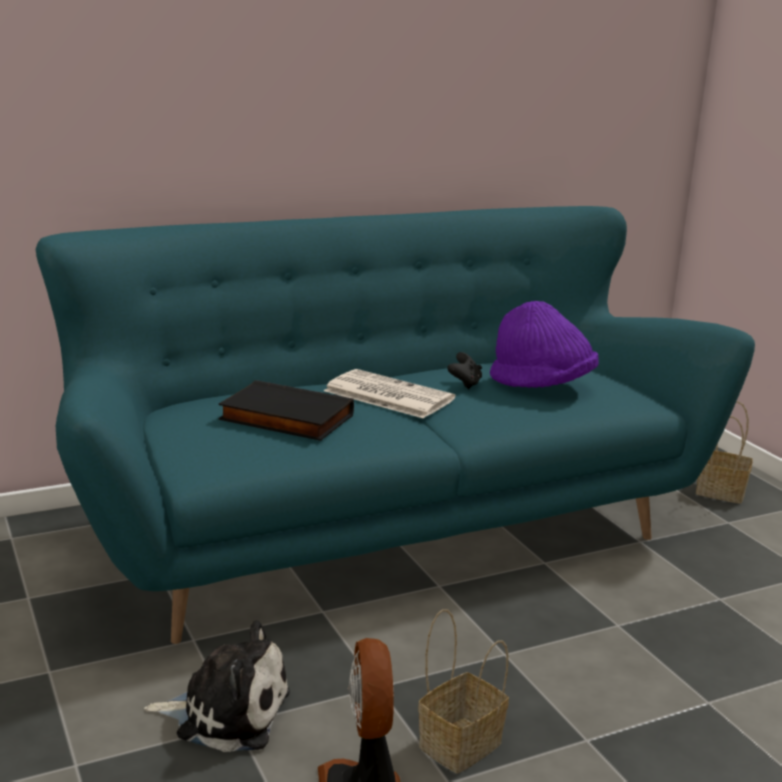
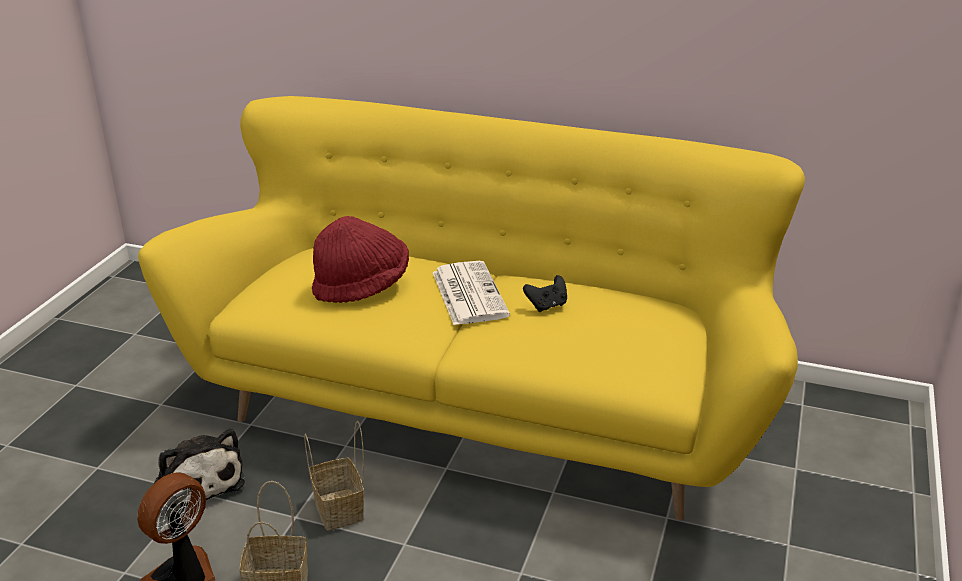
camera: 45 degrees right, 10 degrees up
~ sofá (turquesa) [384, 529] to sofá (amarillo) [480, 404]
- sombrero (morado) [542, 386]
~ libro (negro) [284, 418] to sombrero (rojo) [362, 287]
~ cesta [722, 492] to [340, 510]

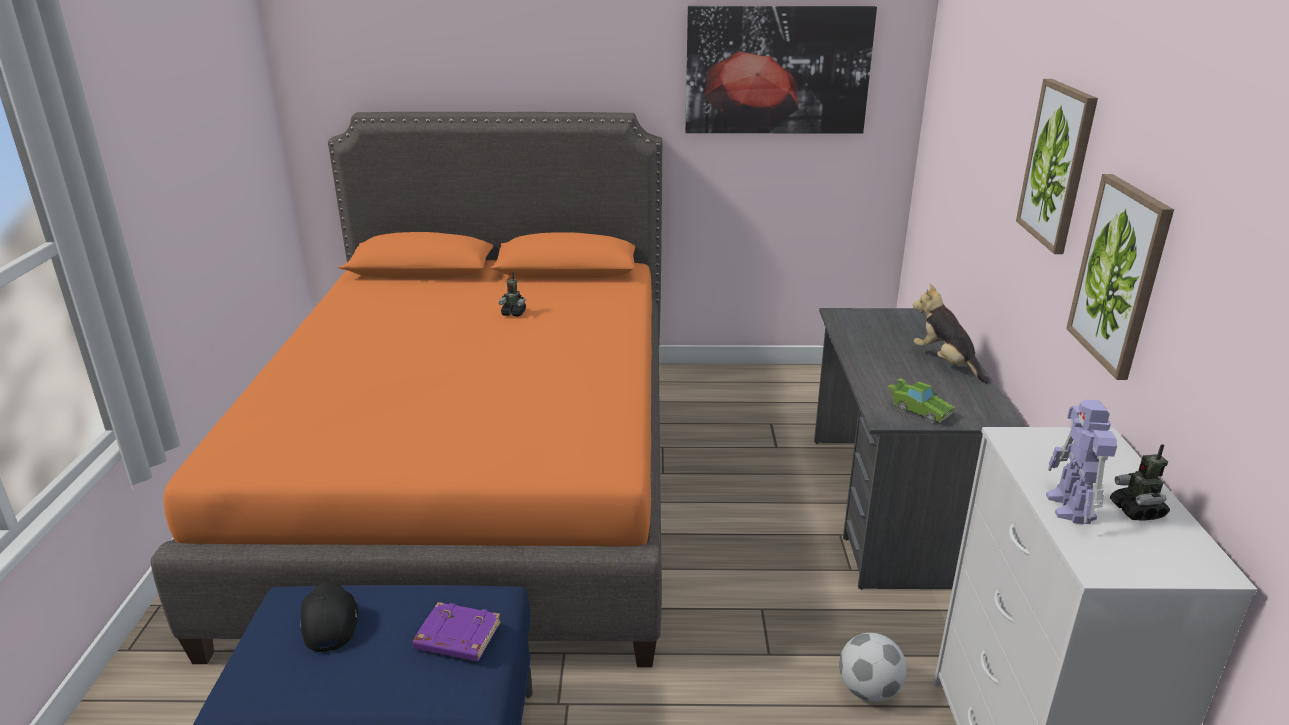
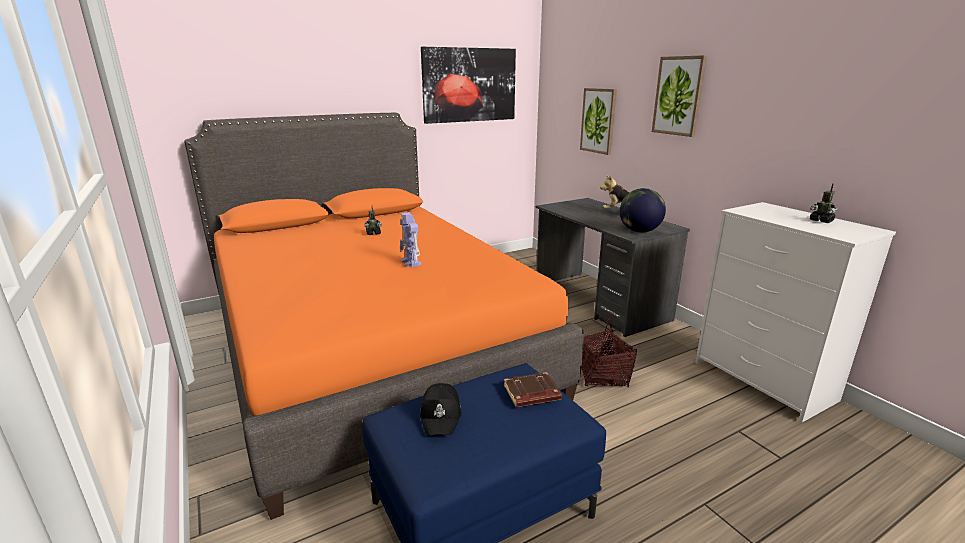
camera: 30 degrees left, 5 degrees down
~ cuadro [1120, 275] to [598, 120]
~ coche de juguete (verde) [918, 411] to globo terráqueo [639, 231]
~ robot de juguete [1071, 508] to [411, 263]
~ gorra (negro) [329, 622] = [441, 415] 135 degrees counterclockwise
~ libro (morado) [456, 638] to libro (marrón) [531, 394]
- balón de fútbol [869, 690]
+ cesta [602, 375]

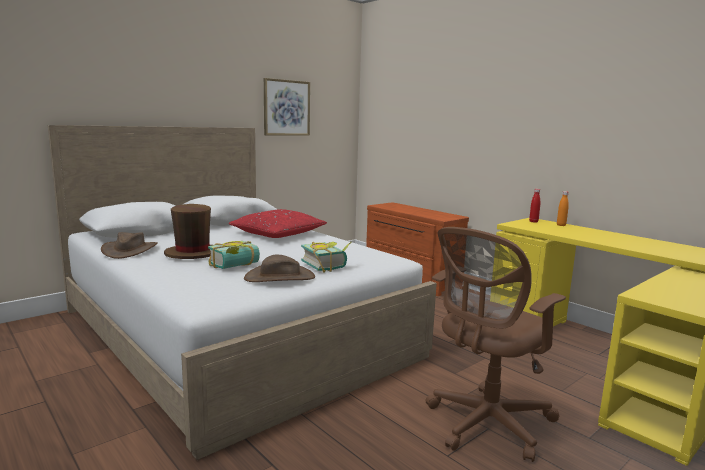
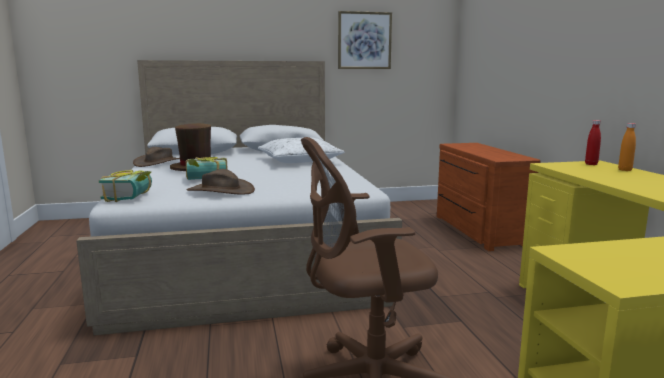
camera: 30 degrees right, 0 degrees up
~ cojín (rojo) [278, 234] to cojín (blanco) [299, 160]
~ libro [327, 266] to [133, 197]

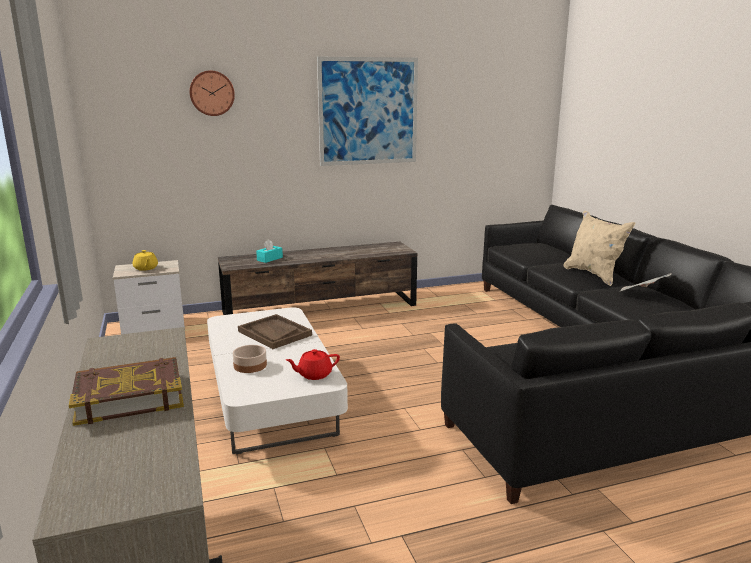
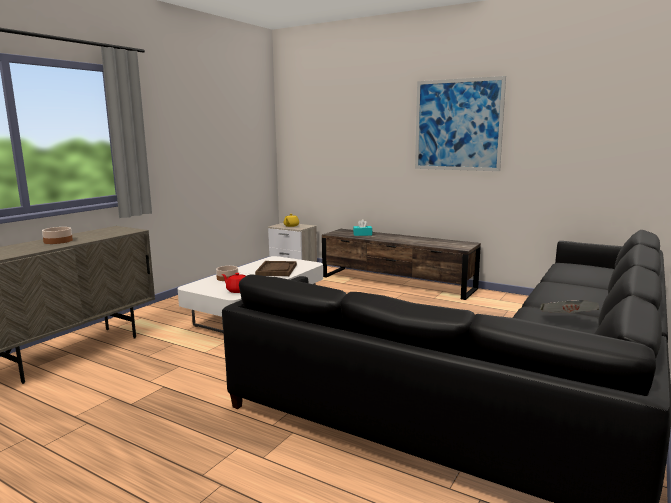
camera: 50 degrees right, 5 degrees down
- reloj de pared [211, 93]
- cojín (beis) [593, 275]
~ libro [129, 397] to cuenco [58, 241]

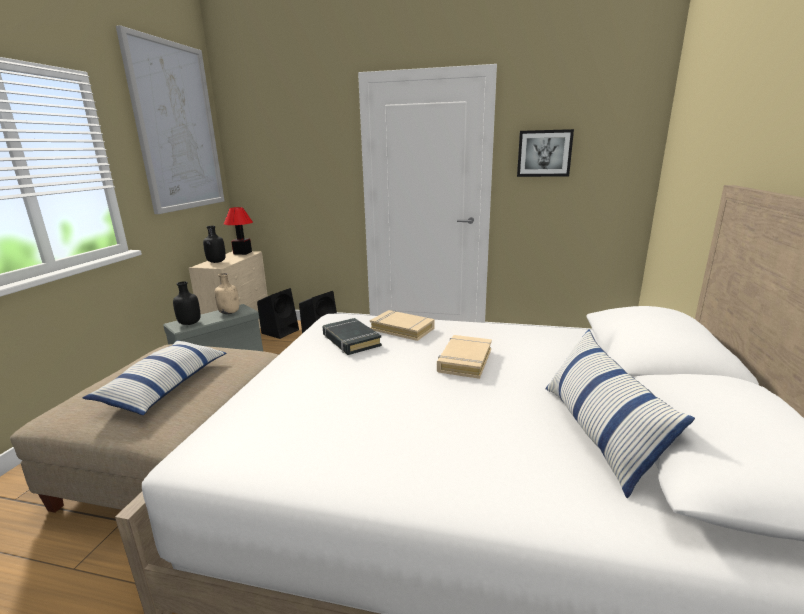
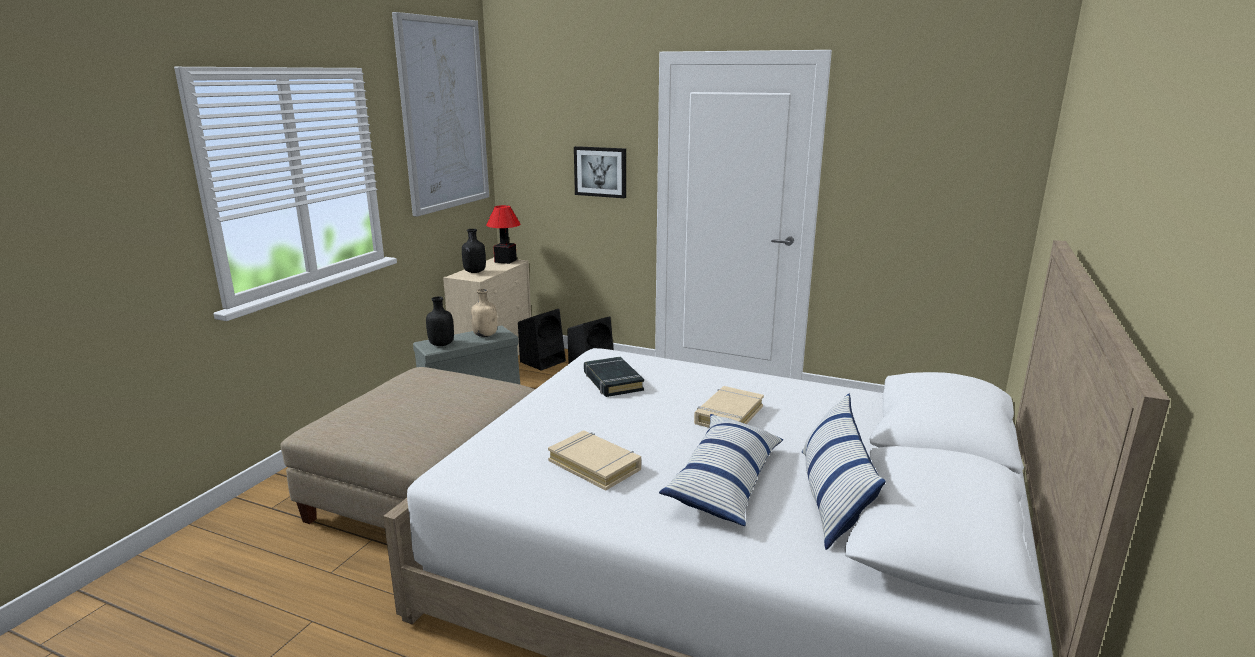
camera: 10 degrees right, 0 degrees up
~ cuadro [544, 153] to [600, 171]
~ libro (beis) [402, 329] to [595, 465]
~ cojín [165, 386] to [725, 481]

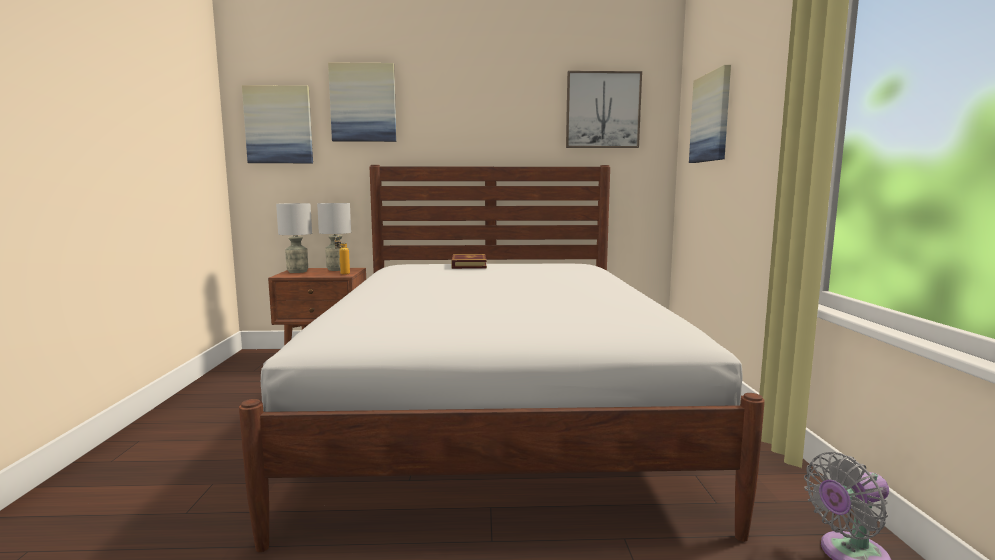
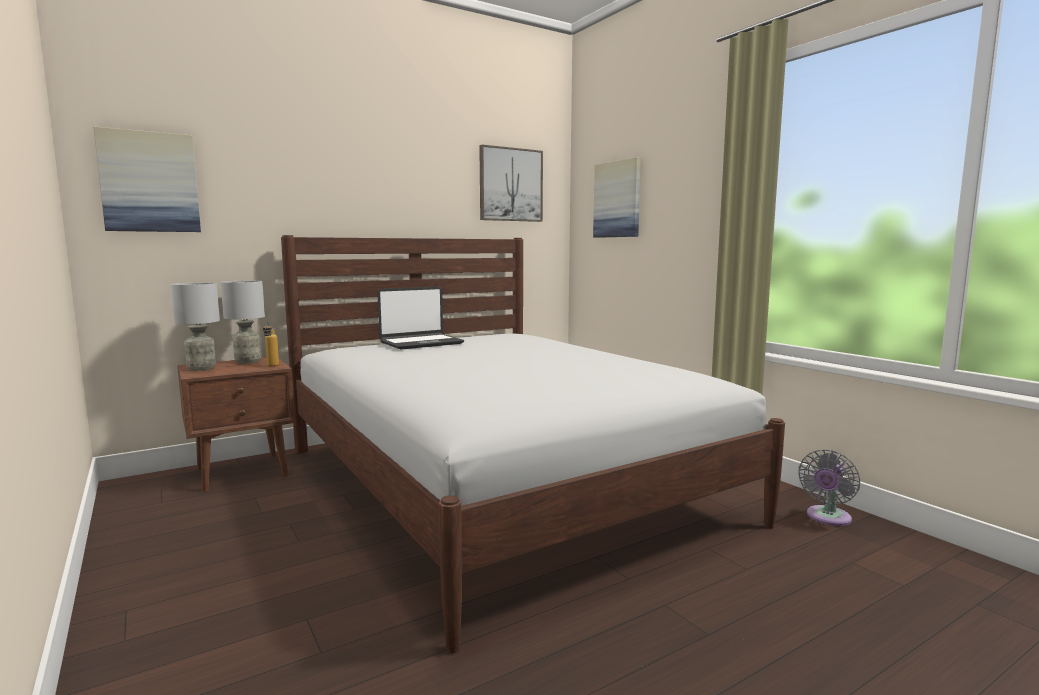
camera: 30 degrees left, 0 degrees up
- cuadro [363, 103]
~ libro [469, 265] to portátil [421, 343]

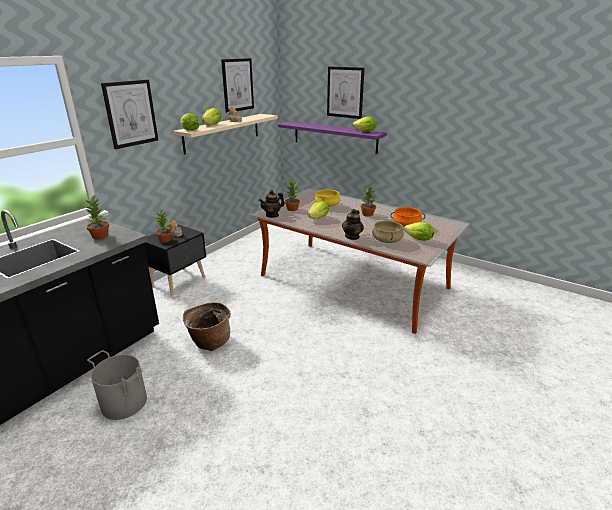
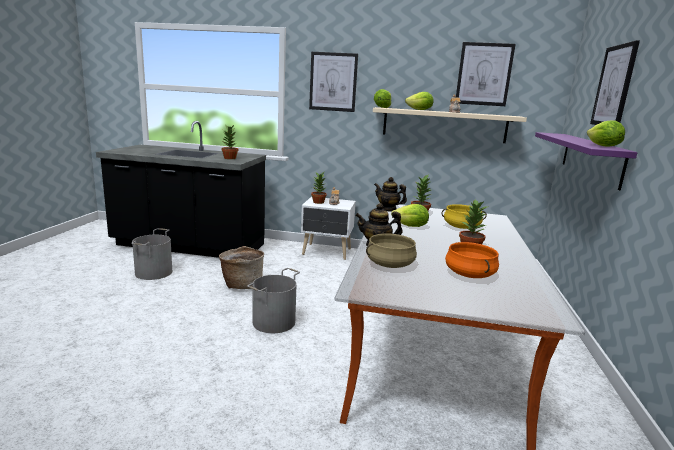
camera: 65 degrees right, 10 degrees down
- lechuga [419, 239]
~ mesita de noche (negro) [179, 281] to mesita de noche (blanco) [327, 252]
+ cubo (gris) [274, 322]

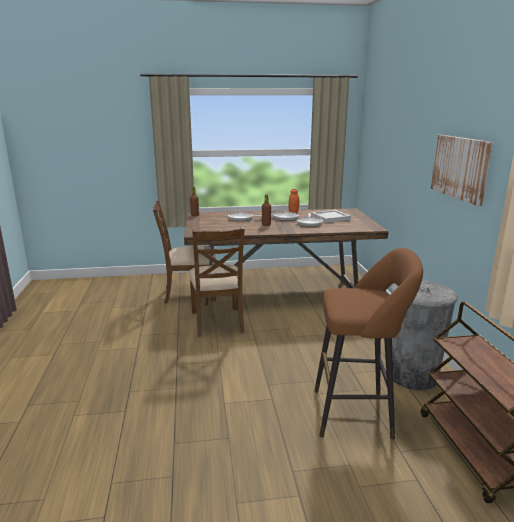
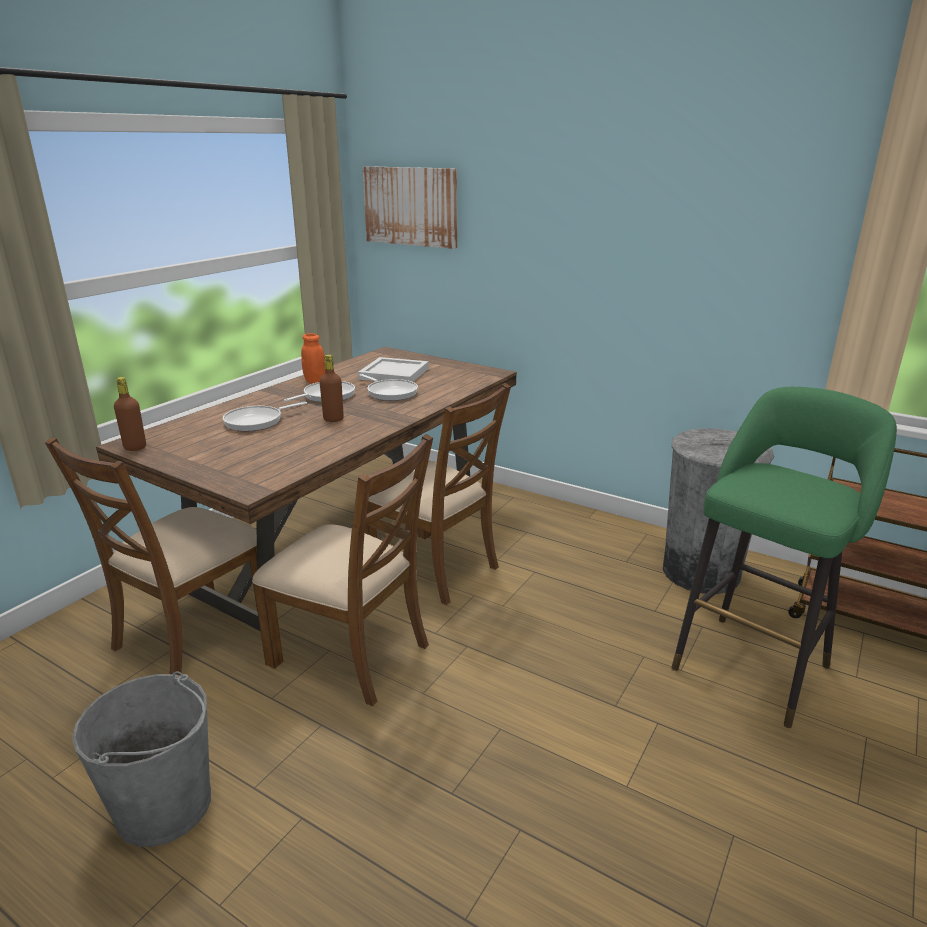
camera: 50 degrees left, 5 degrees up
~ cuadro [460, 167] to [411, 206]
~ taburete (marrón) [357, 413] to taburete (verde) [754, 663]
+ silla (marrón) [434, 567]
+ cubo (gris) [165, 806]

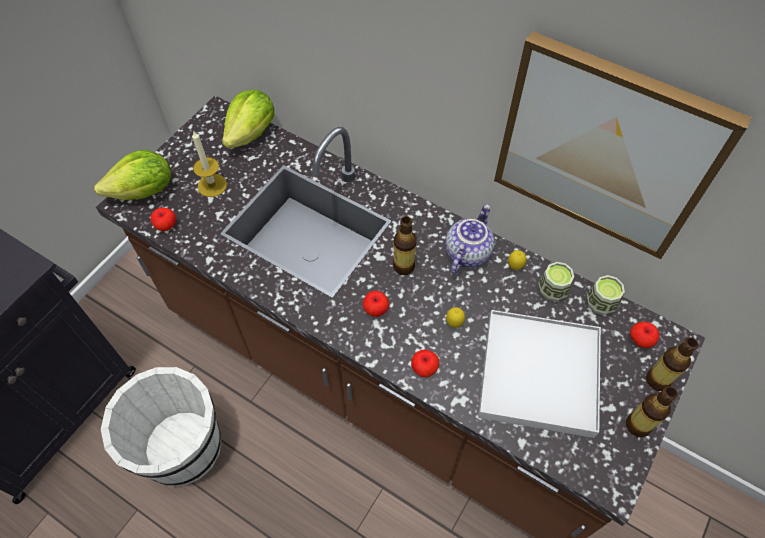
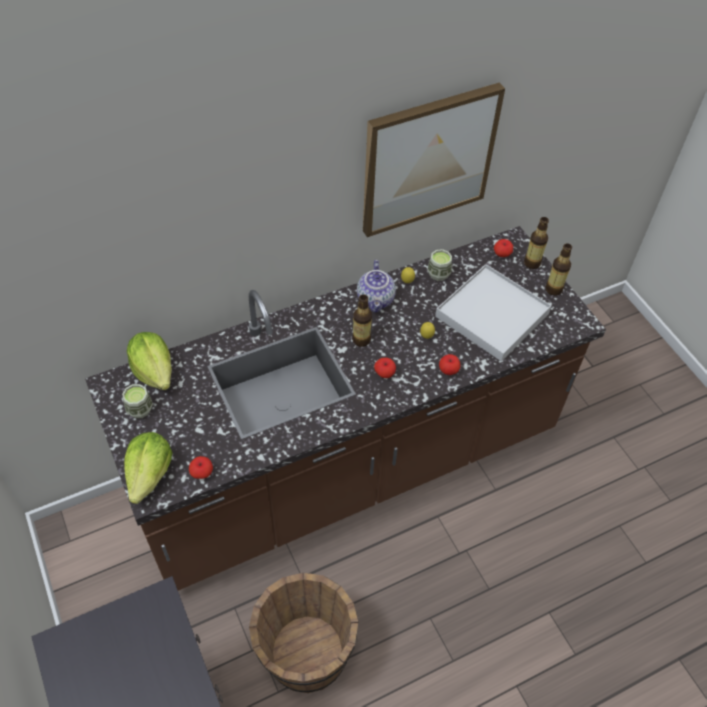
camera: 60 degrees left, 5 degrees down
- vela [212, 185]
~ tetera [466, 252] = [376, 300] 150 degrees counterclockwise
~ taza [600, 304] to [140, 409]
~ cubo (blanco) [181, 447] to cubo (marrón) [306, 654]

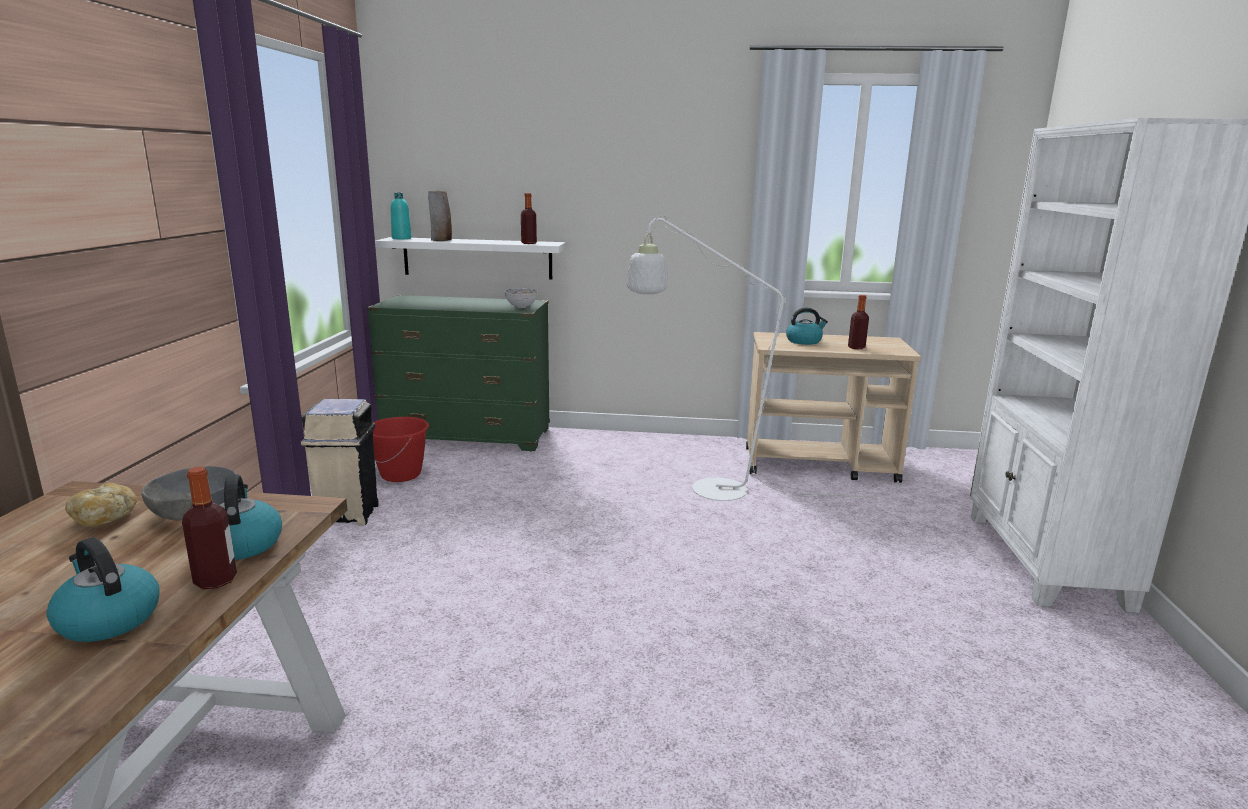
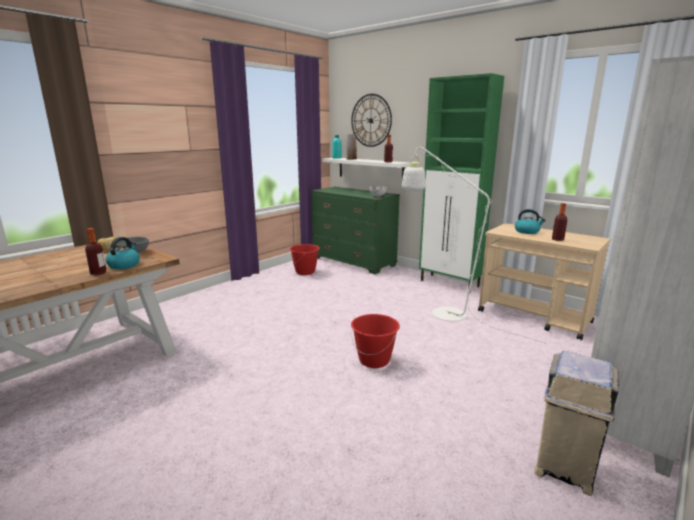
camera: 35 degrees right, 0 degrees up
~ papelera (beis) [348, 514] to [565, 467]
- hervidor [107, 619]
+ armario (verde) [450, 284]
+ reloj de pared [371, 120]
+ cubo (rojo) [374, 360]

